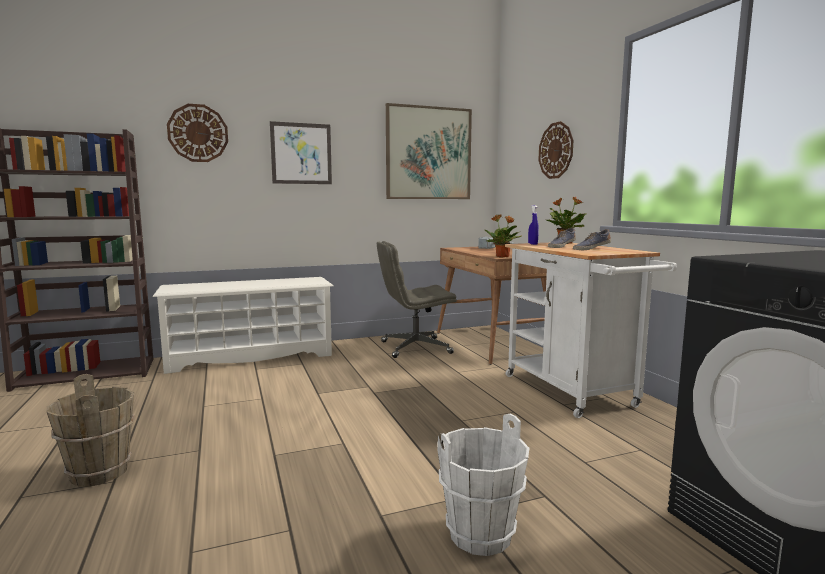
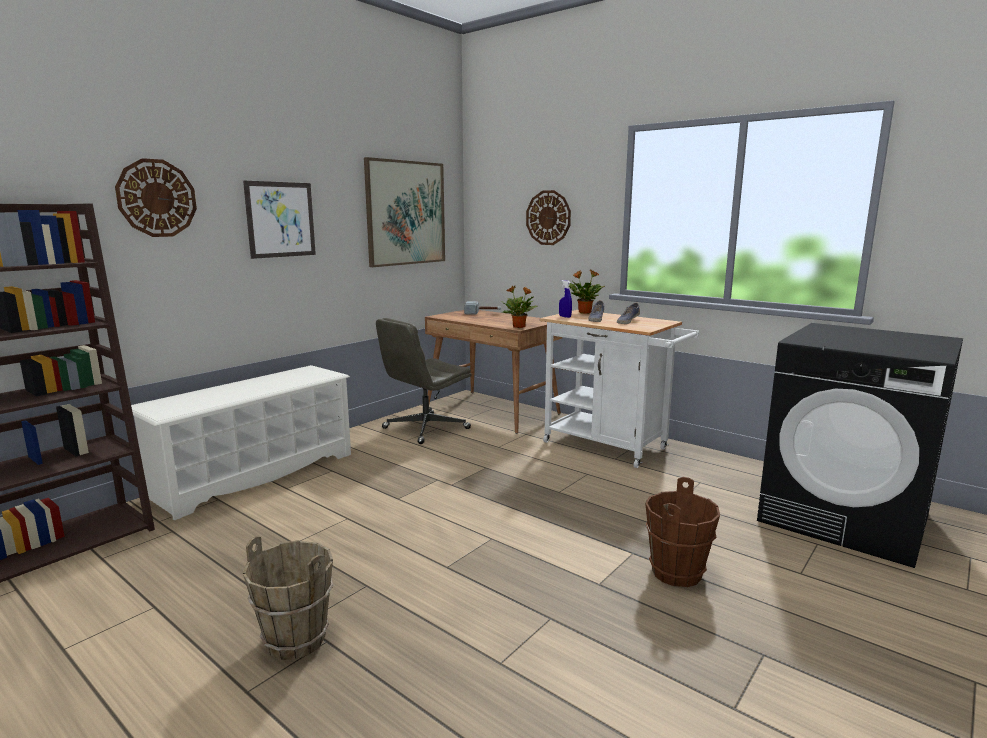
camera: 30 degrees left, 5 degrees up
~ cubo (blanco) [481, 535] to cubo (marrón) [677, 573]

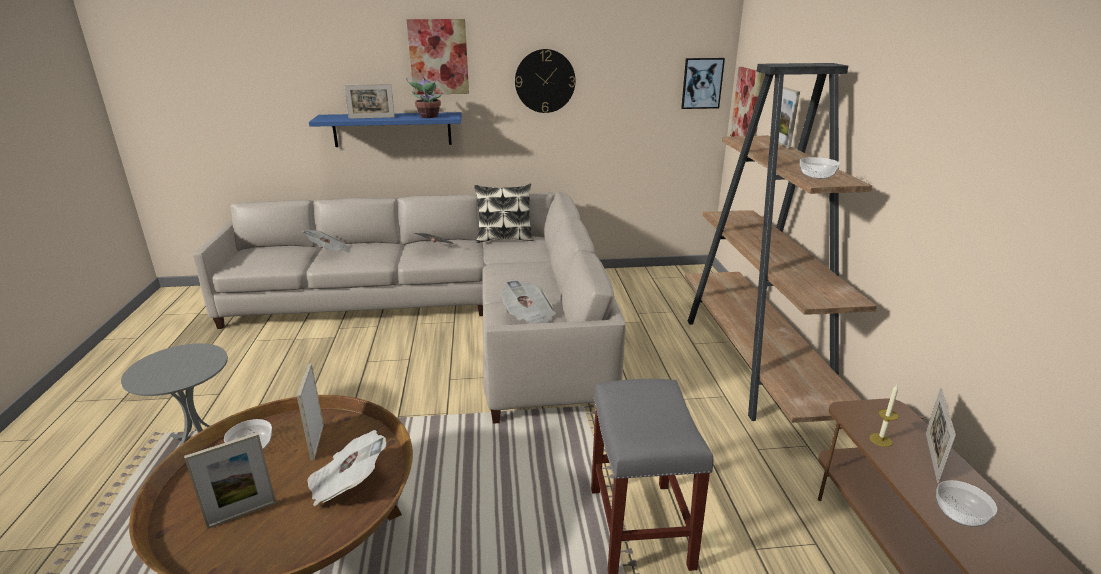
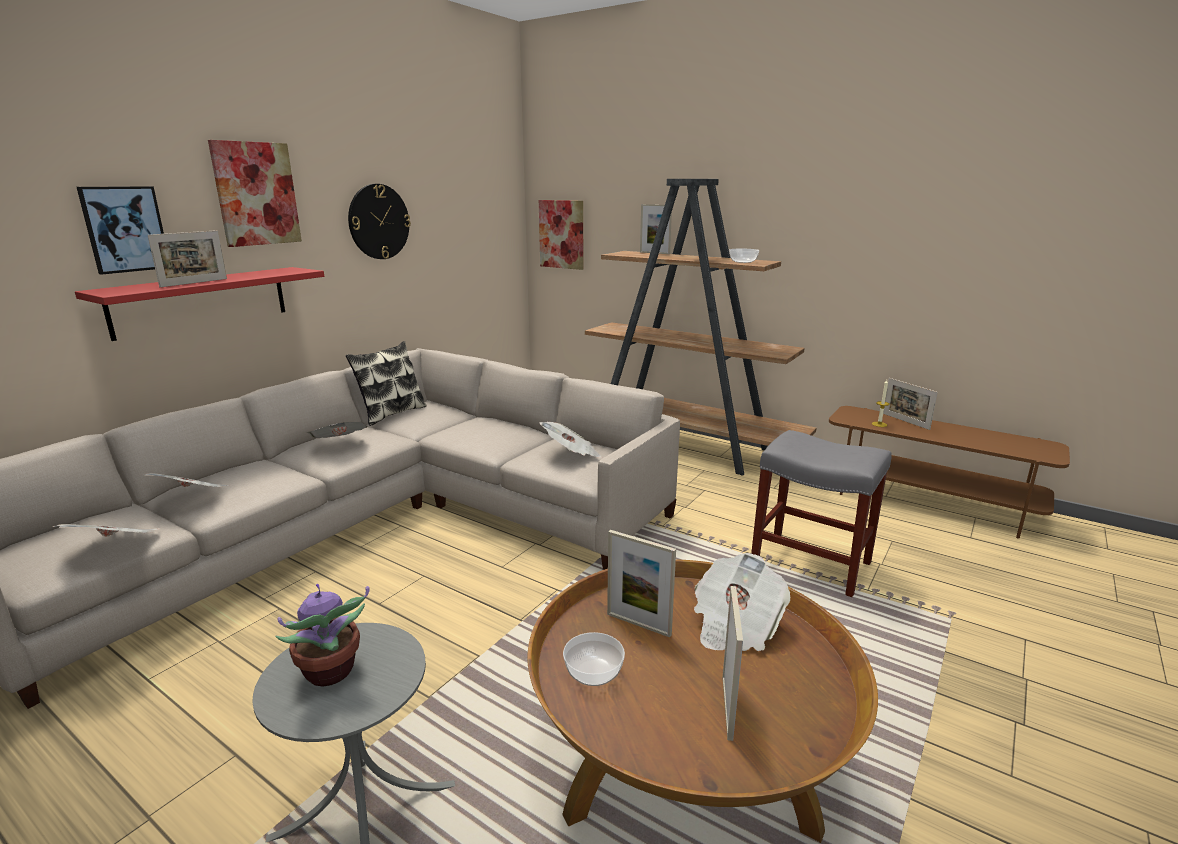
camera: 50 degrees left, 5 degrees down
~ cuadro [702, 83] to [125, 229]
~ planta en maceta [428, 117] to [330, 673]
~ estante (azul) [392, 129] to estante (rojo) [201, 301]
- cuenco [960, 514]
+ periódico [116, 547]

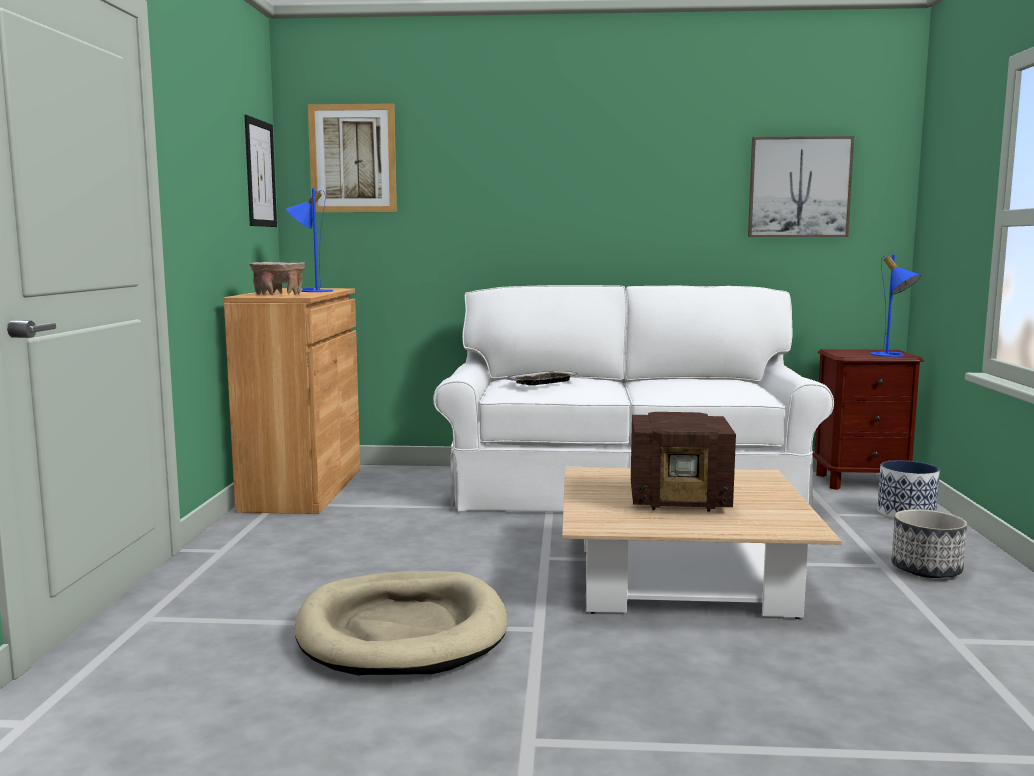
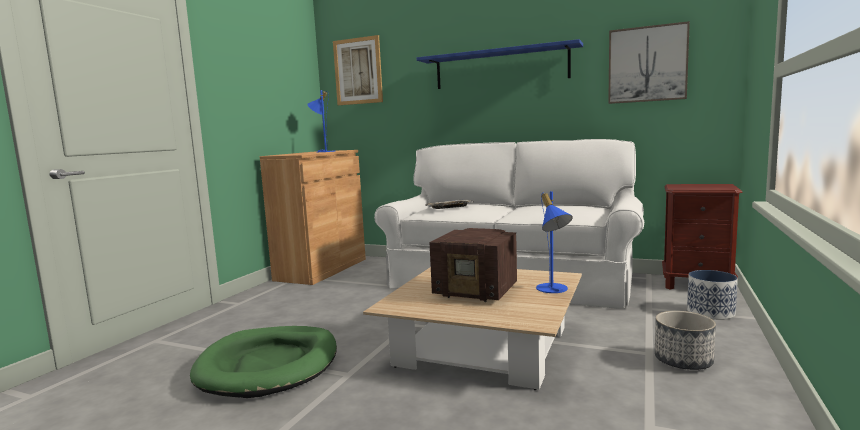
camera: 20 degrees right, 0 degrees up
- cuadro [260, 173]
~ lámpara de mesa (azul) [891, 355] to [553, 290]
- cuenco (beis) [278, 295]
~ cama para perro (beis) [402, 631] to cama para perro (verde) [269, 365]
+ estante (azul) [500, 68]

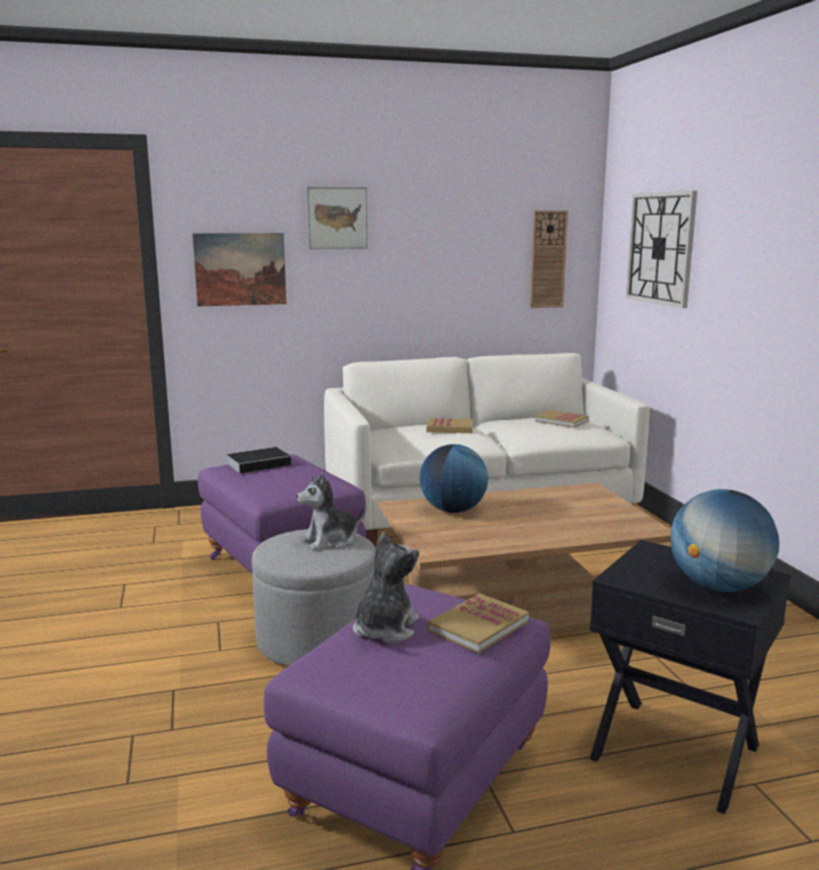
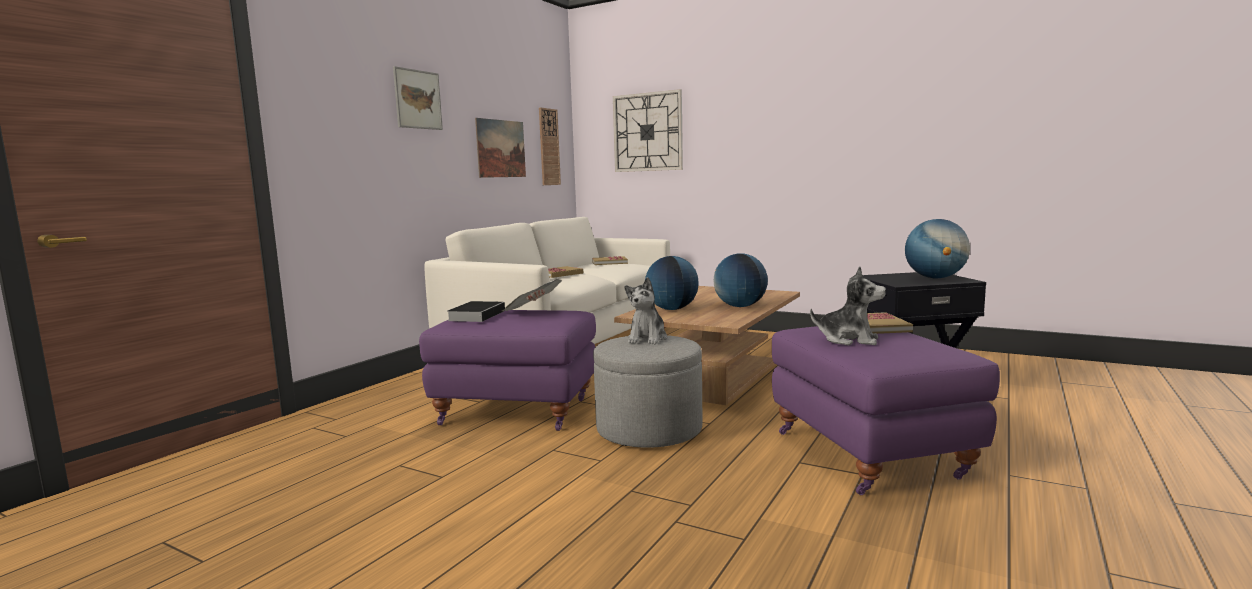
camera: 45 degrees left, 5 degrees down
~ cuadro [240, 269] to [501, 148]
~ peluche [384, 629] = [849, 340] 135 degrees clockwise
+ globo terráqueo [740, 306]
+ periódico [532, 312]

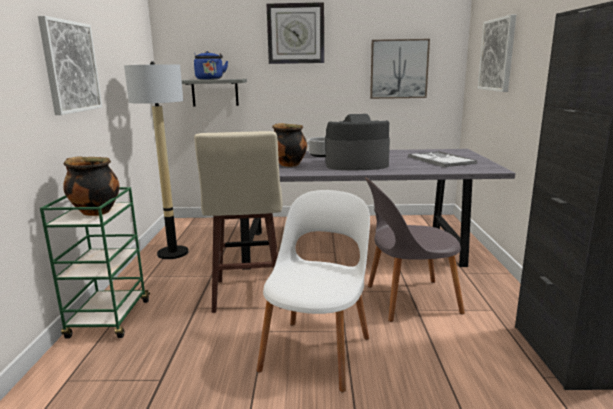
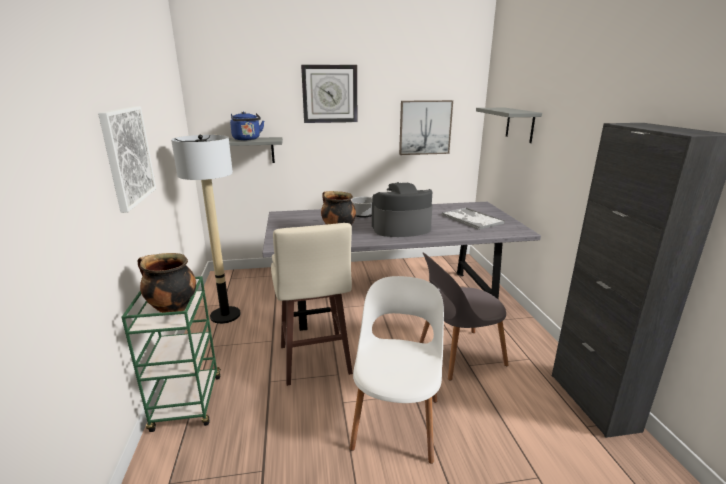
camera: 10 degrees left, 5 degrees up
~ cuadro [497, 55] to estante (gris) [520, 124]

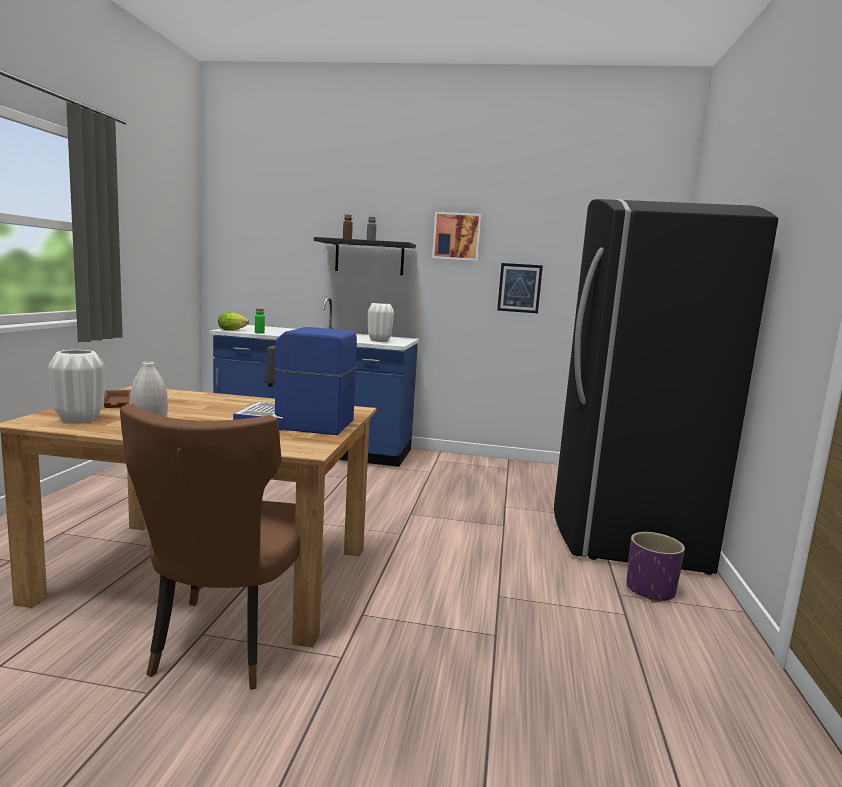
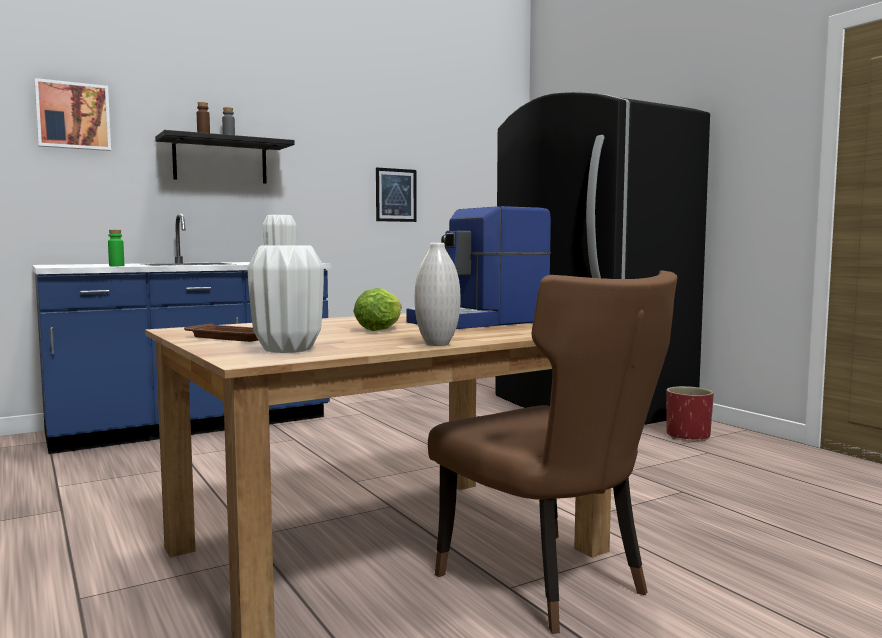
camera: 40 degrees left, 5 degrees down
~ cuadro [456, 236] to [73, 116]
~ lechuga [233, 330] to [381, 329]
~ maceta (morado) [650, 590] to maceta (rojo) [688, 436]

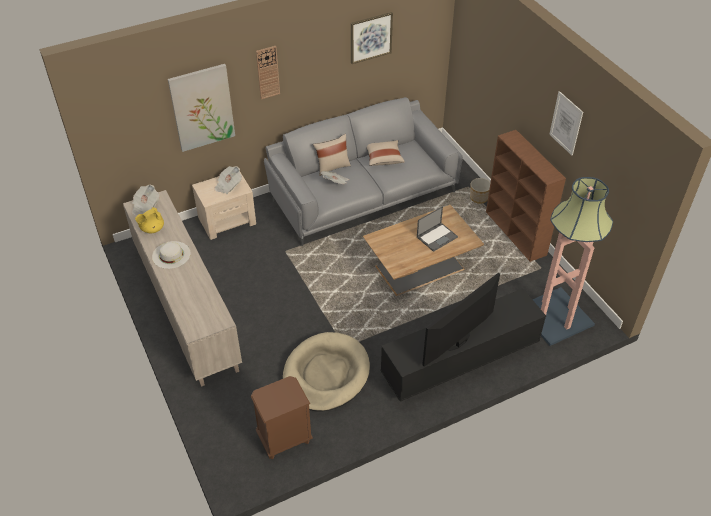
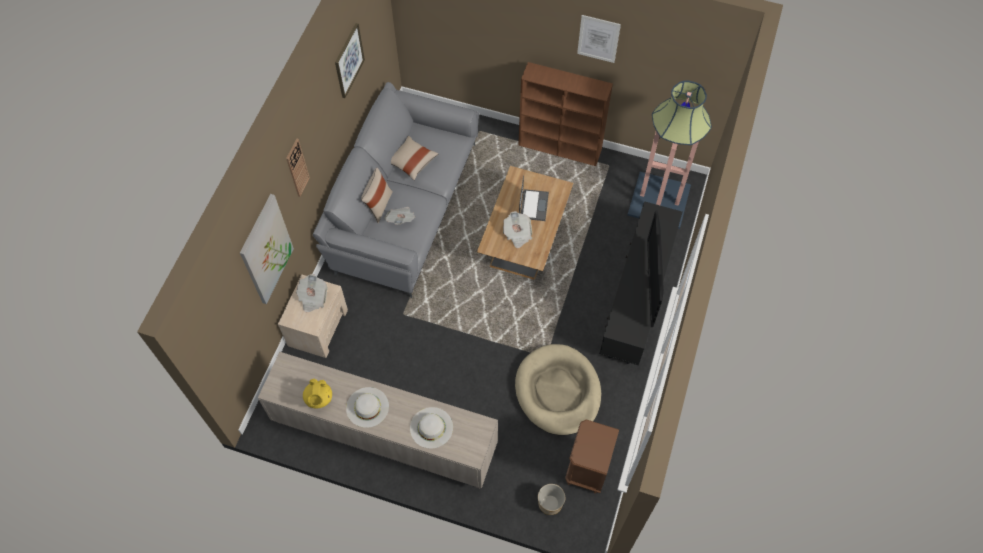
camera: 45 degrees left, 15 degrees up
~ maceta [478, 198] to [550, 503]
~ periódico [145, 207] to [517, 234]
+ sombrero (blanco) [431, 427]

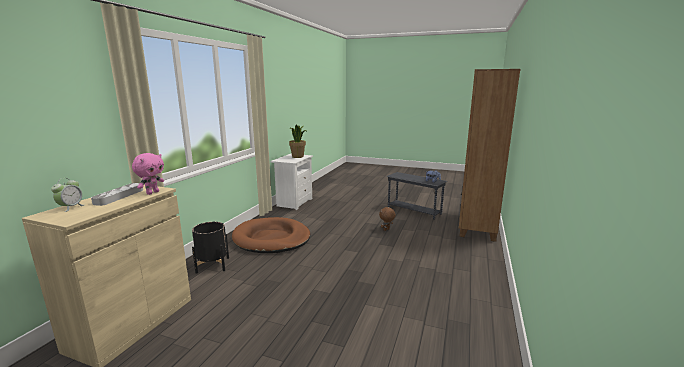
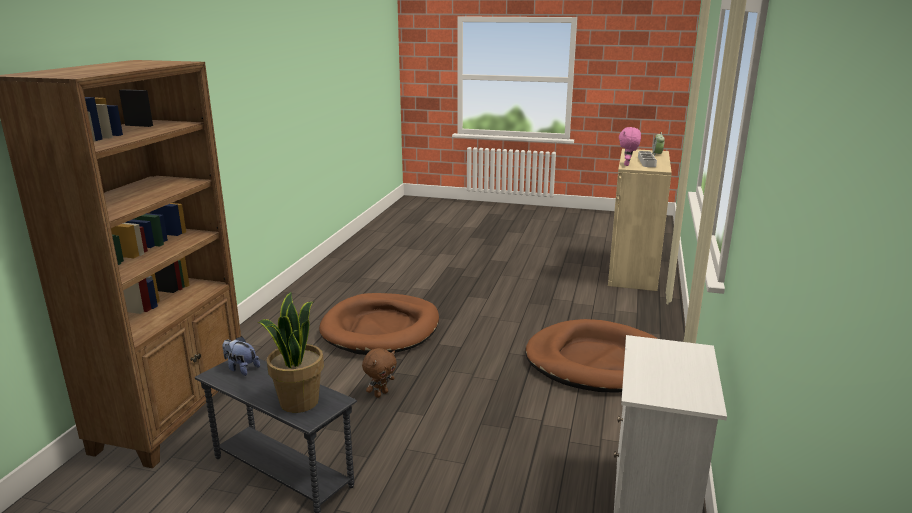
camera: 175 degrees right, 5 degrees up
~ planta en maceta [298, 157] to [298, 402]
- maceta (negro) [213, 265]
+ cama para perro (marrón) [381, 328]

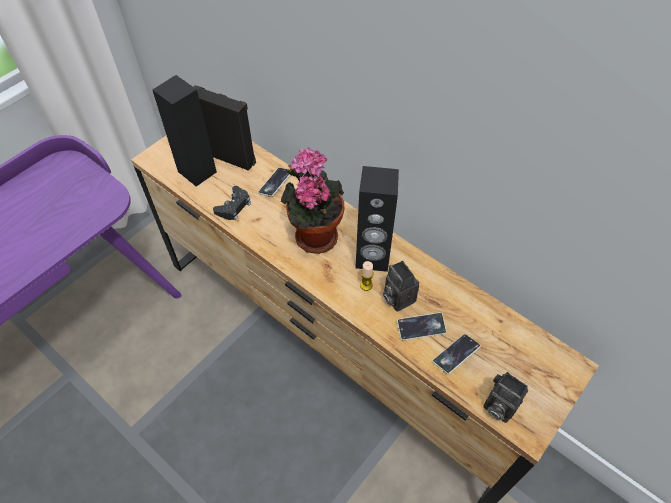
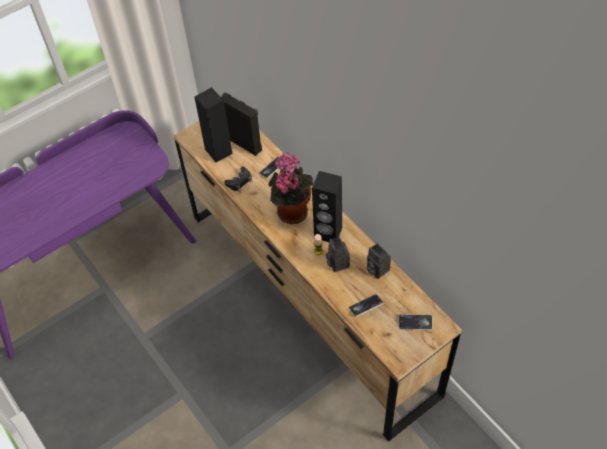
camera: 15 degrees right, 0 degrees up
~ móvil [421, 328] to [415, 323]
~ cámara [497, 406] to [376, 269]

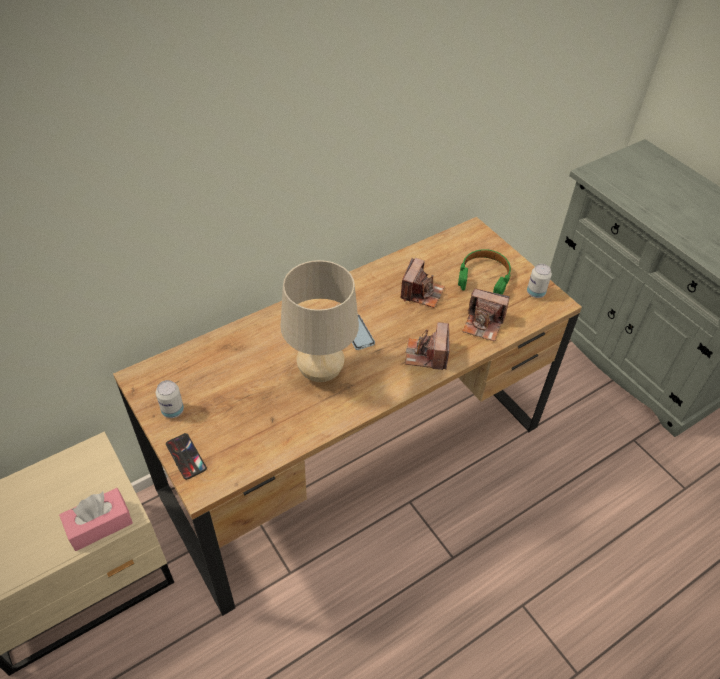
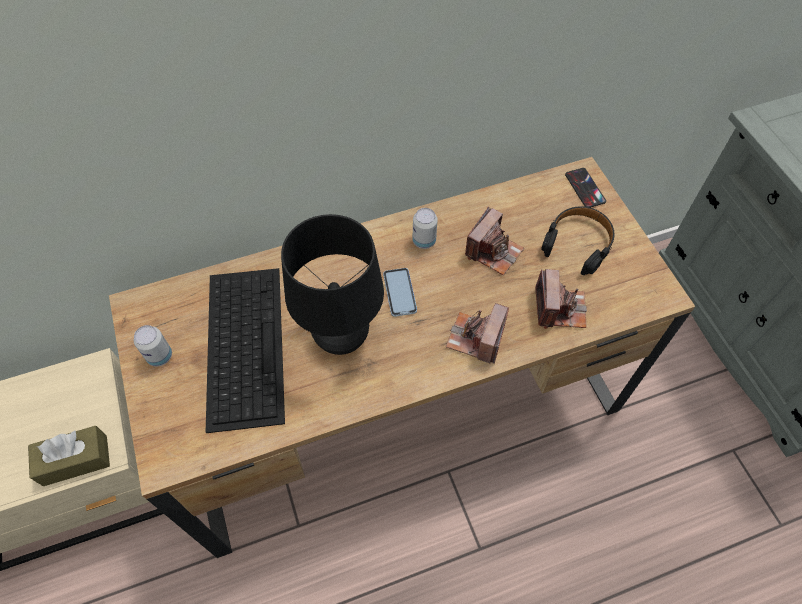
camera: 15 degrees right, 10 degrees up
~ auriculares (verde) [484, 277] to auriculares (negro) [578, 243]
~ lámpara de mesa (beis) [320, 372] to lámpara de mesa (negro) [341, 338]
~ lata [535, 293] to [424, 241]
~ cámara [483, 324] = [559, 308] 120 degrees counterclockwise
~ móvil [186, 456] to [584, 188]
~ caja de pañuelos (rosa) [99, 525] to caja de pañuelos (marrón) [75, 460]
+ teclado [244, 344]

